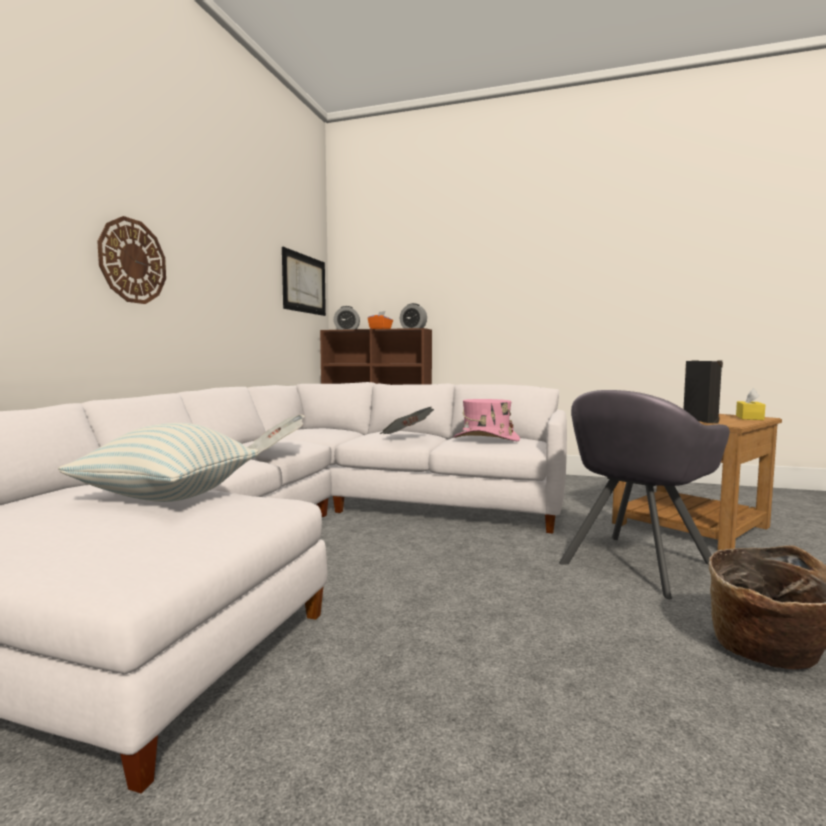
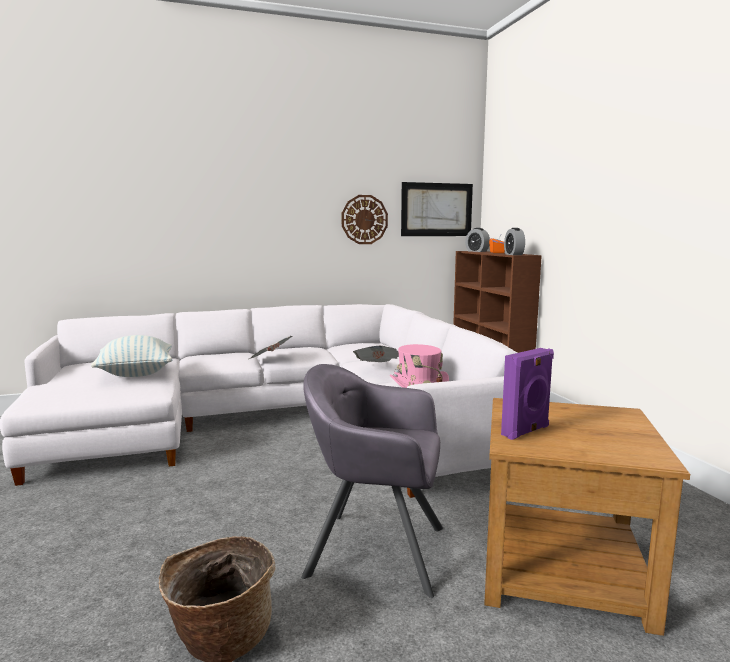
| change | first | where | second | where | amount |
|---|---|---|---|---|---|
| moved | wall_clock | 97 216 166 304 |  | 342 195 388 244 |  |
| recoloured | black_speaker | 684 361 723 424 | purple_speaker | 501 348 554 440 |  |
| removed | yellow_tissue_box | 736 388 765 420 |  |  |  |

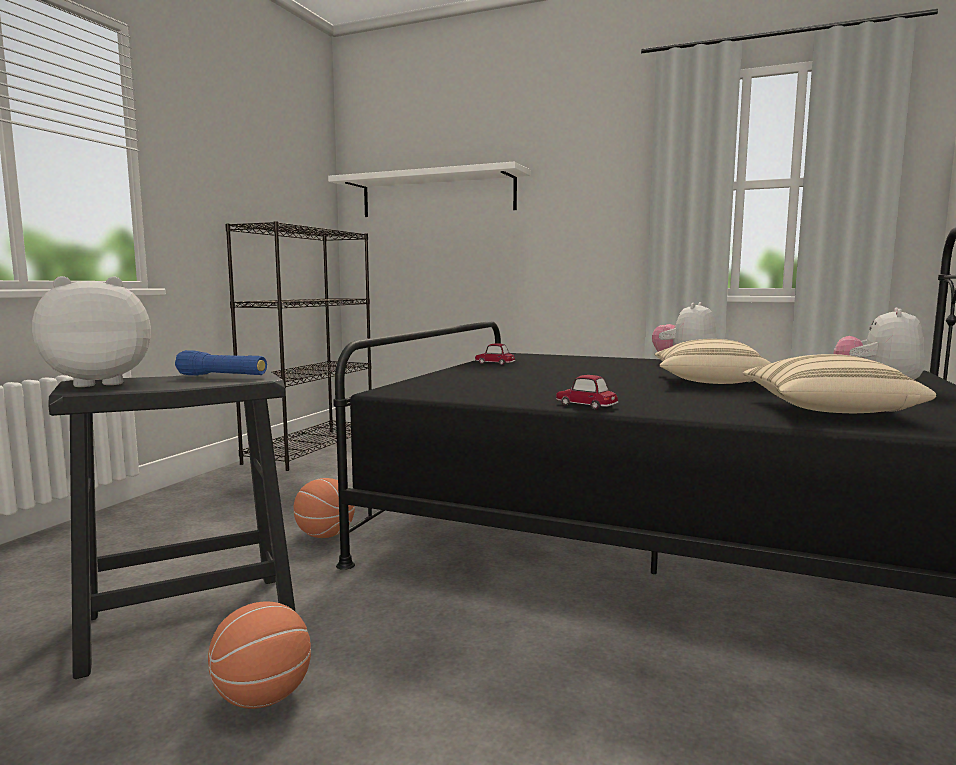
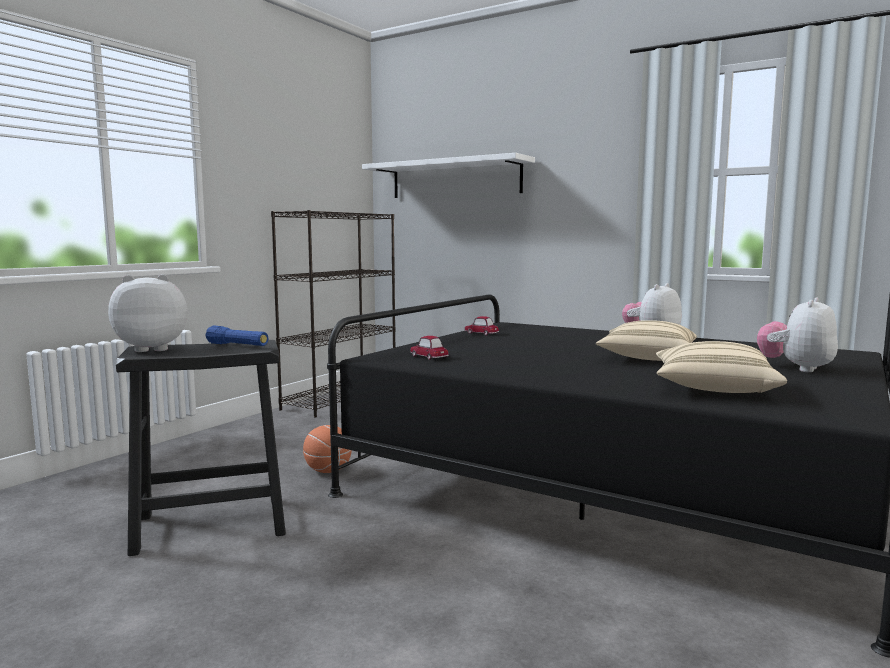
| change | first | where | second | where | amount |
|---|---|---|---|---|---|
| moved | toy_car | 556 375 618 410 |  | 410 336 449 360 |  |
| removed | basketball | 208 602 311 709 |  |  |  |

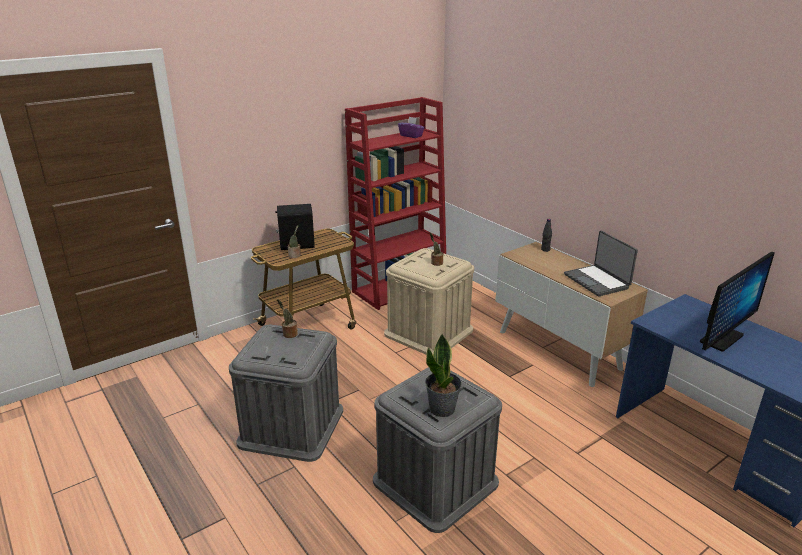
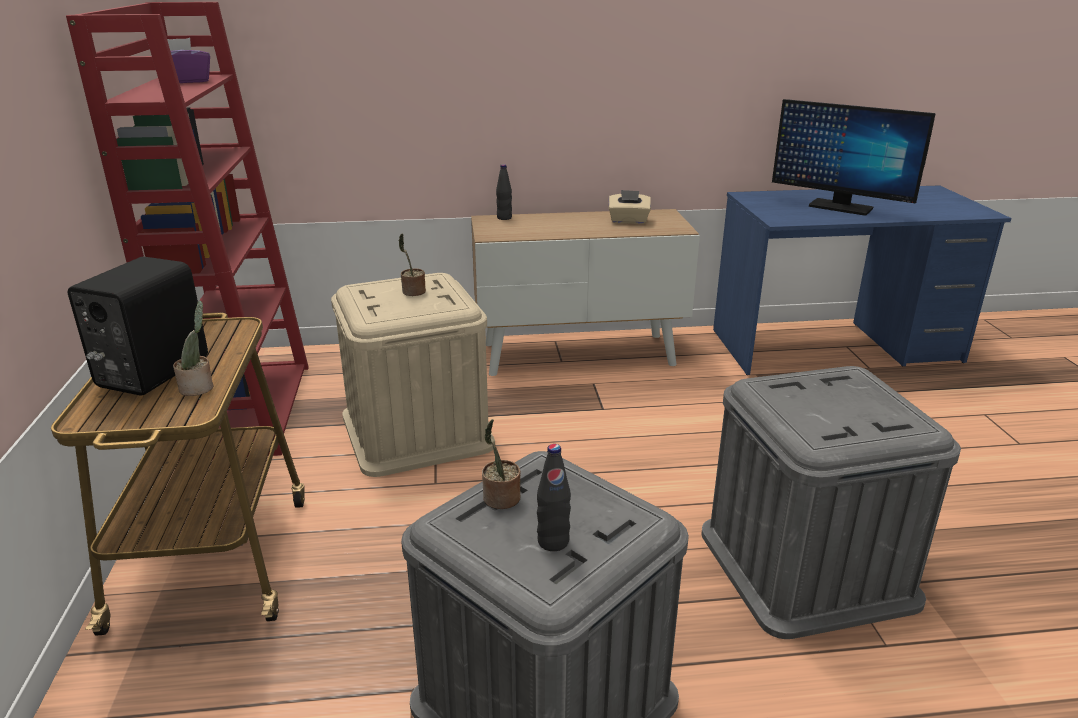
| change | first | where | second | where | amount |
|---|---|---|---|---|---|
| replaced | laptop | 564 231 638 296 | beige_tissue_box | 609 190 651 224 |  |
| turned | monitor | 700 252 775 352 |  | 772 99 936 216 | 135 degrees clockwise |
| removed | potted_plant | 425 333 462 417 |  |  |  |
| added |  |  | black_bottle | 537 444 571 551 |  |

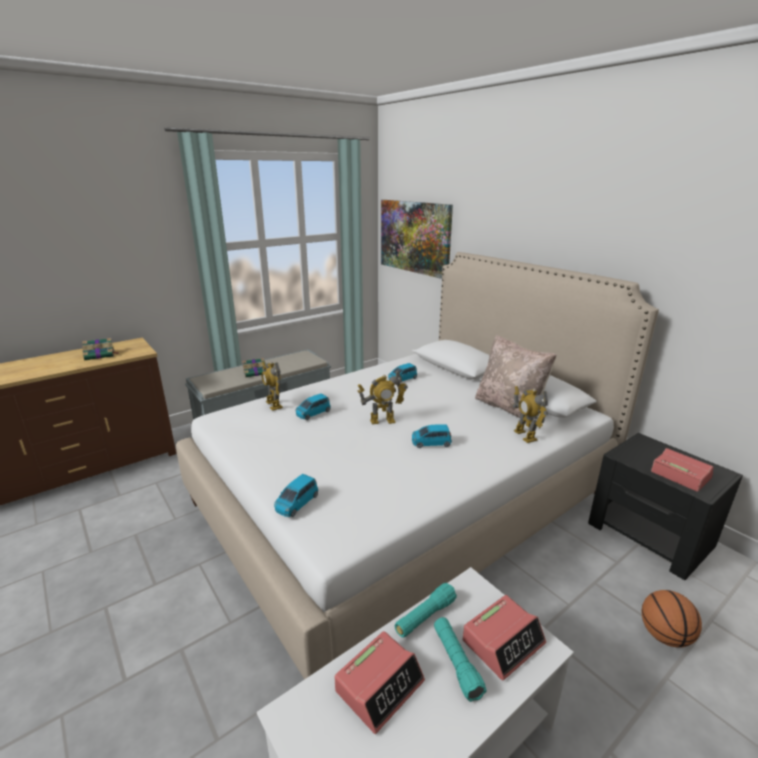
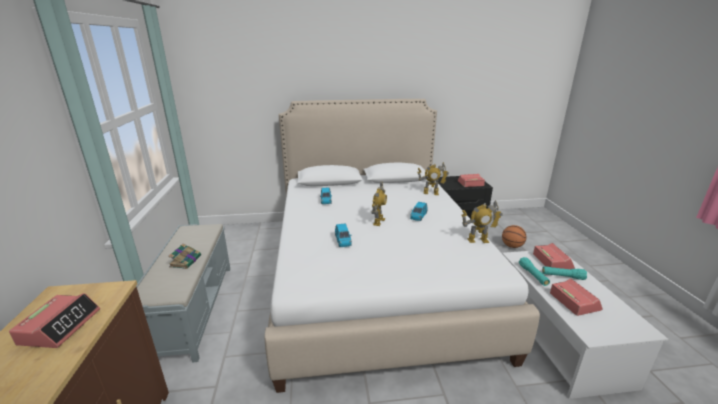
| change | first | where | second | where | amount |
|---|---|---|---|---|---|
| removed | picture | 381 200 453 279 |  |  |  |
| removed | beige_pillow | 475 335 557 422 |  |  |  |
| replaced | book | 82 338 119 361 | alarm_clock | 9 293 100 348 |  |
| moved | toy_robot | 261 361 283 411 |  | 461 201 503 243 |  |
| removed | blue_toy_car | 274 474 318 517 |  |  |  |

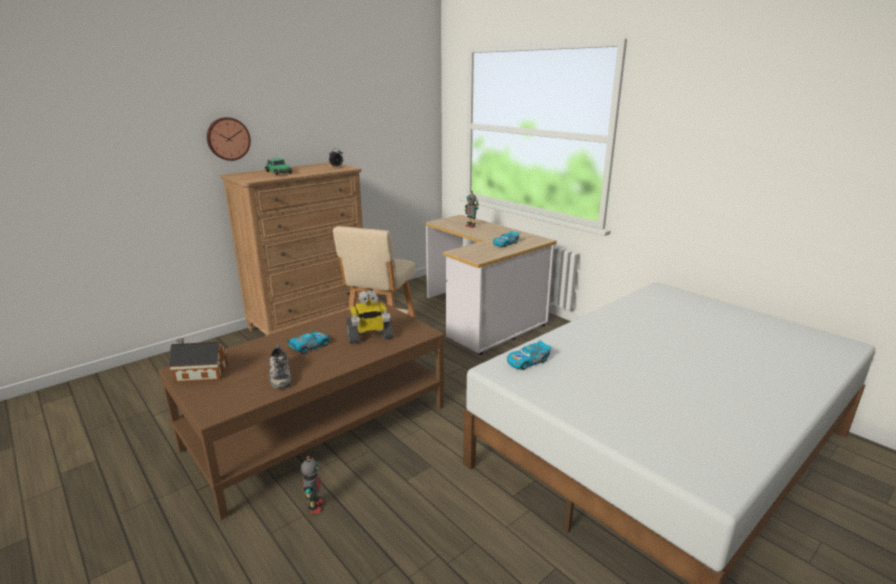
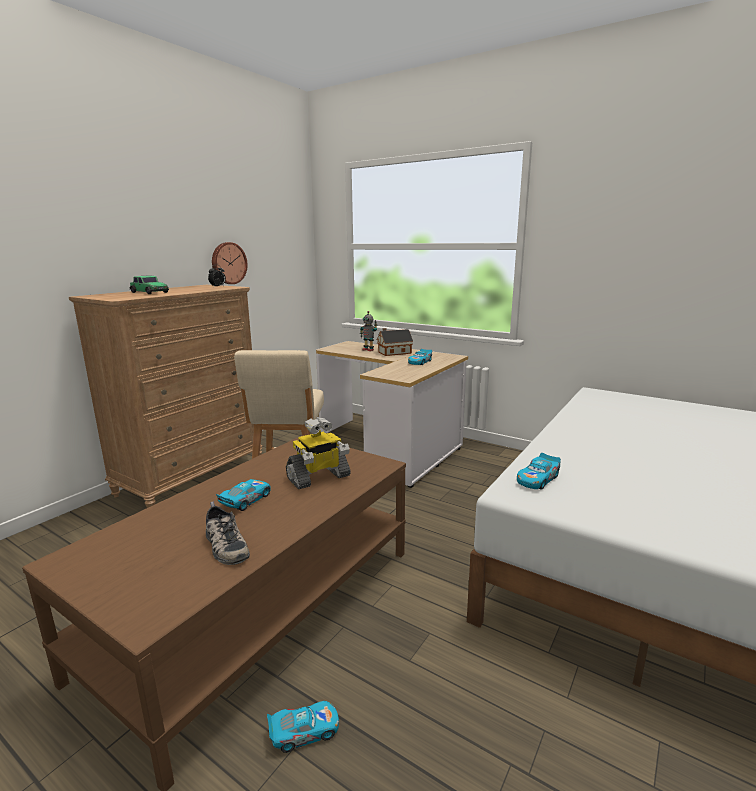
| change | first | where | second | where | amount |
|---|---|---|---|---|---|
| moved | wall_clock | 207 117 251 161 |  | 212 242 248 284 |  |
| moved | toy_house | 168 338 228 382 |  | 377 328 413 356 |  |
| replaced | toy_robot | 301 456 323 513 | toy_car | 267 701 339 753 |  |

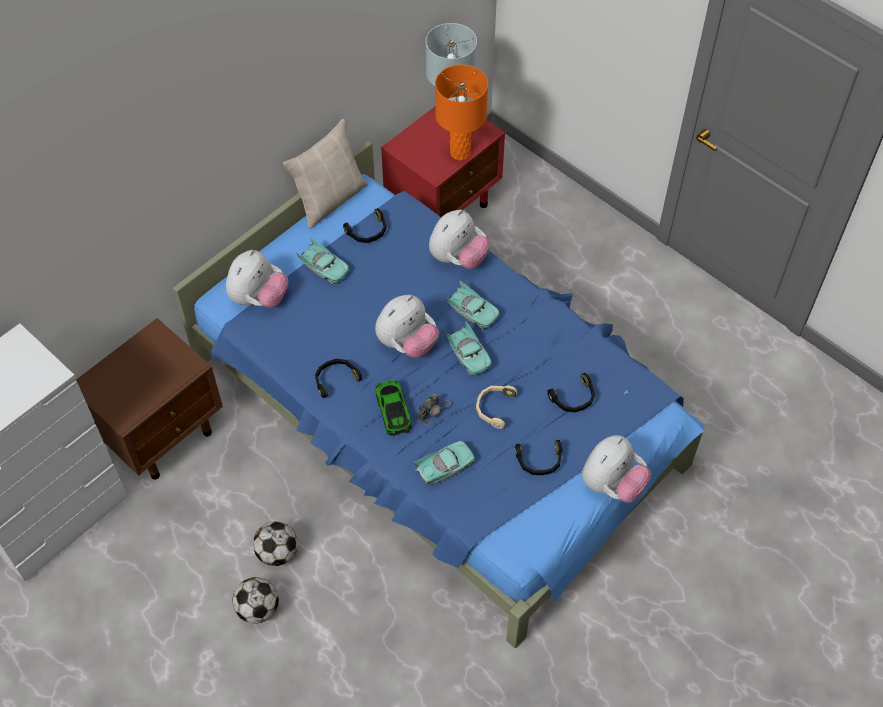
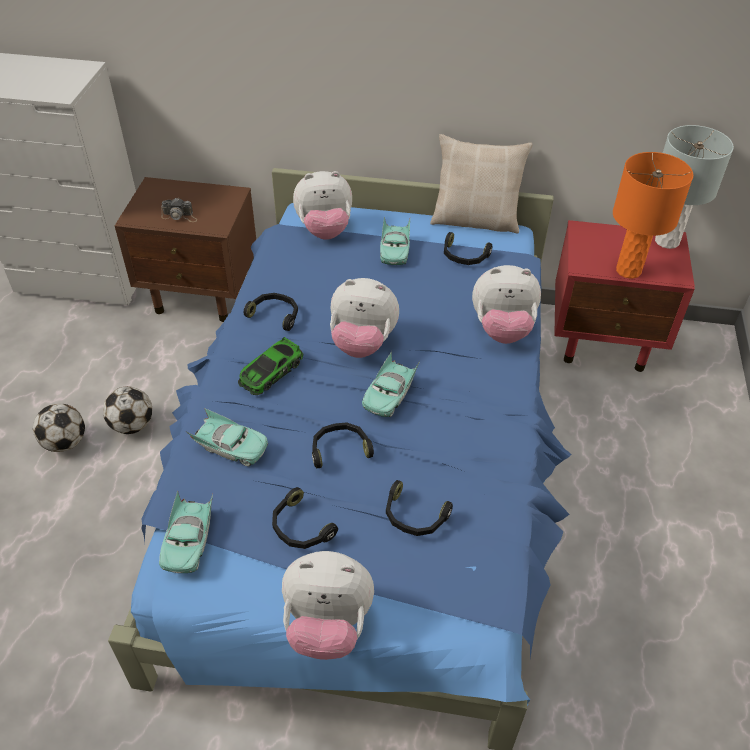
| change | first | where | second | where | amount |
|---|---|---|---|---|---|
| moved | turquoise_toy_car | 445 280 499 329 |  | 159 490 213 573 |  |
| recoloured | beige_headphones | 476 386 517 429 | black_headphones | 312 422 374 468 |  |
| moved | photo_camera | 417 393 451 425 |  | 161 198 197 222 |  |

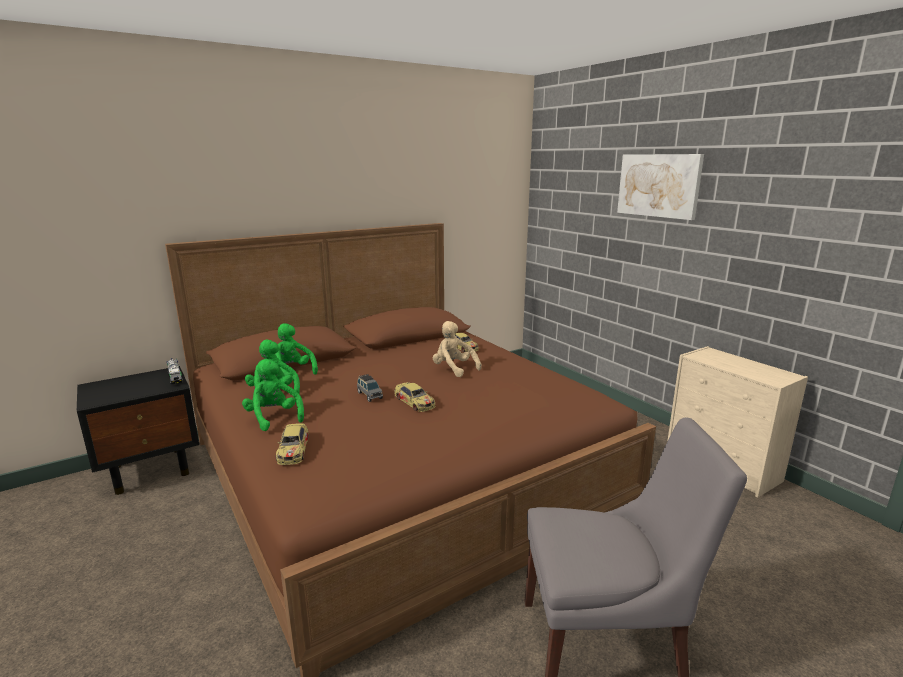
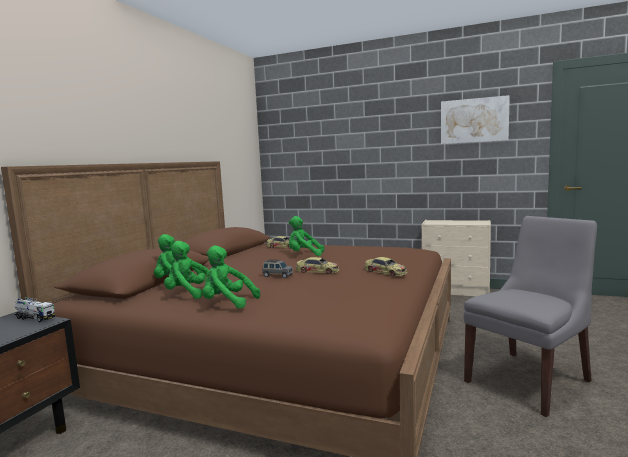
| change | first | where | second | where | amount |
|---|---|---|---|---|---|
| moved | picture | 617 154 704 220 |  | 441 95 510 144 |  |
| recoloured | beige_plush_toy | 433 321 482 377 | green_plush_toy | 288 216 324 256 |  |
| moved | toy_car | 276 423 309 465 |  | 364 257 407 276 |  |

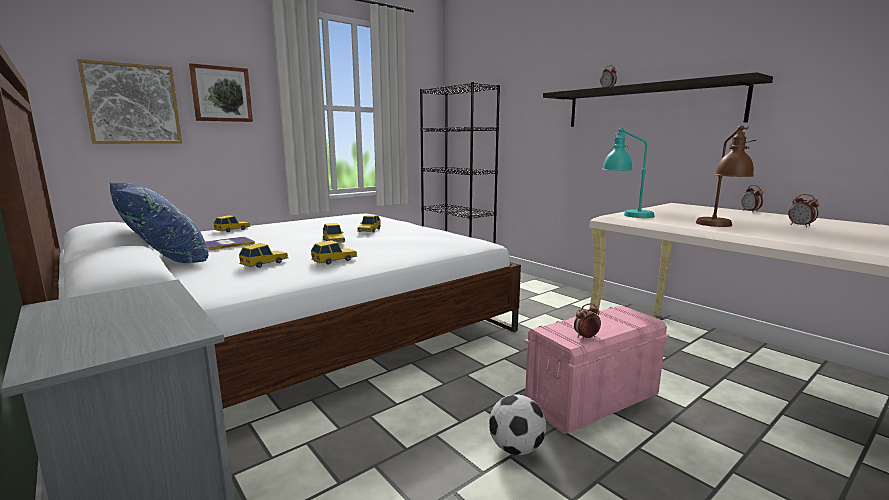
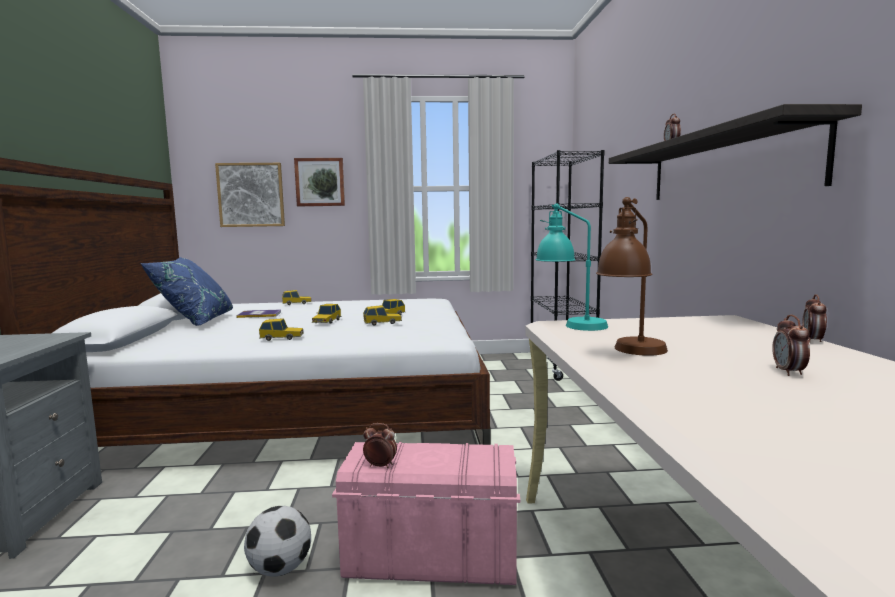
| change | first | where | second | where | amount |
|---|---|---|---|---|---|
| moved | toy_car | 239 243 288 268 |  | 363 305 402 325 |  |

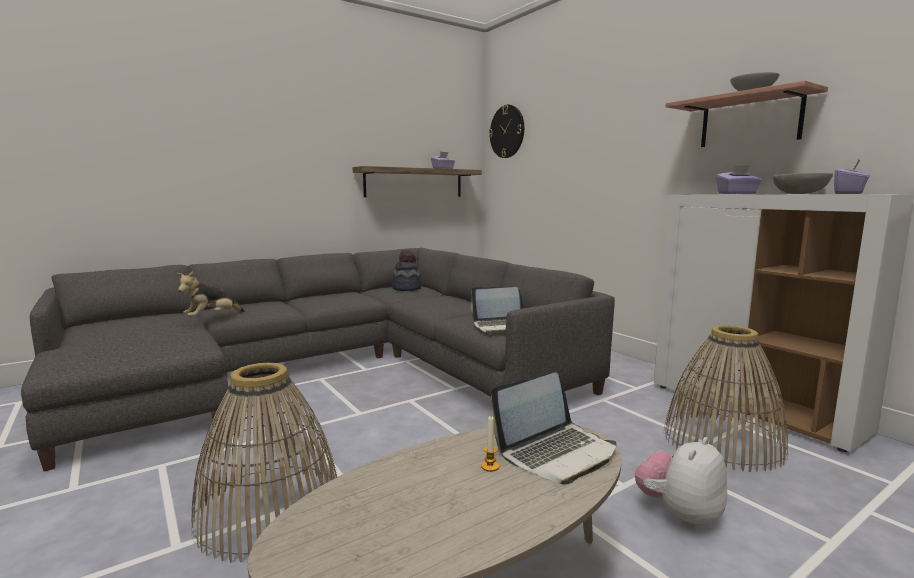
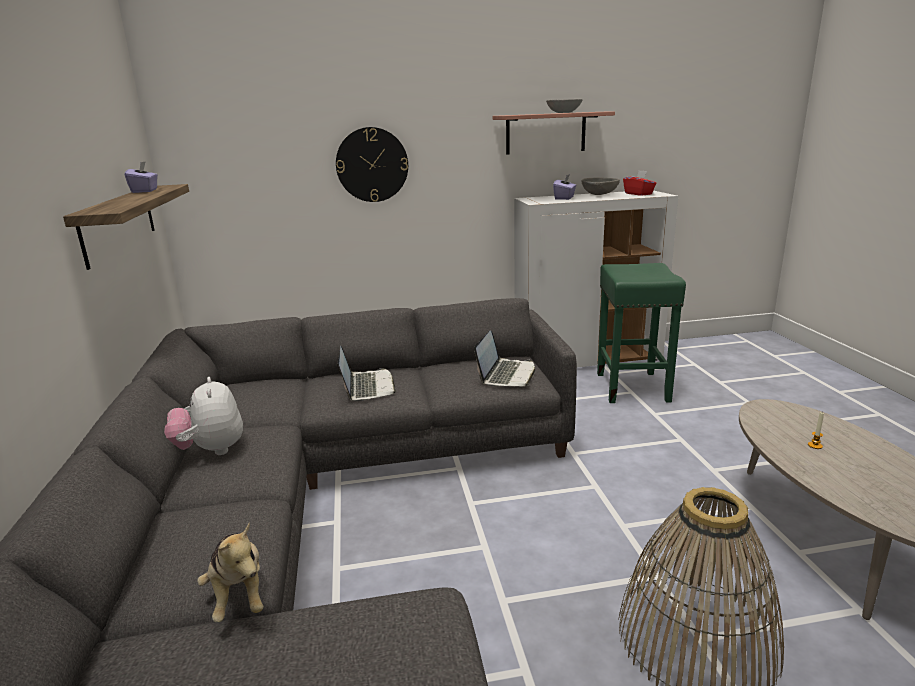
| change | first | where | second | where | amount |
|---|---|---|---|---|---|
| moved | wall_clock | 489 105 524 158 |  | 336 127 408 202 |  |
| recoloured | purple_tissue_box | 834 160 870 194 | red_tissue_box | 623 170 656 196 |  |
| removed | hat | 392 250 421 291 |  |  |  |
| replaced | basket | 664 325 788 472 | green_stool | 597 263 686 403 |  |
| moved | laptop | 491 372 617 485 |  | 338 345 396 401 |  |
| moved | plush_toy | 635 437 727 529 |  | 164 377 243 455 |  |

